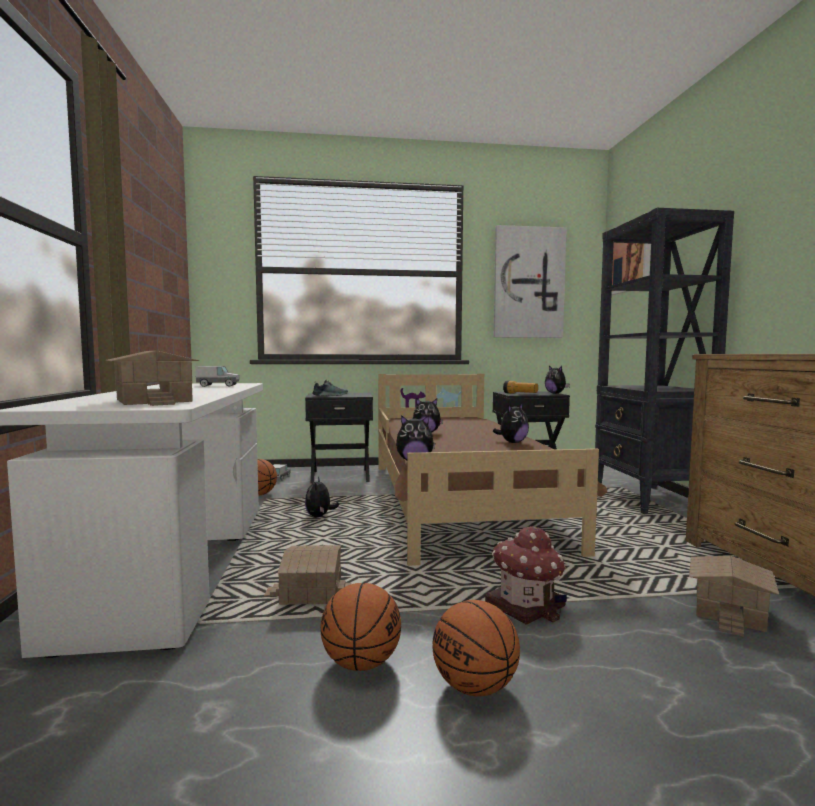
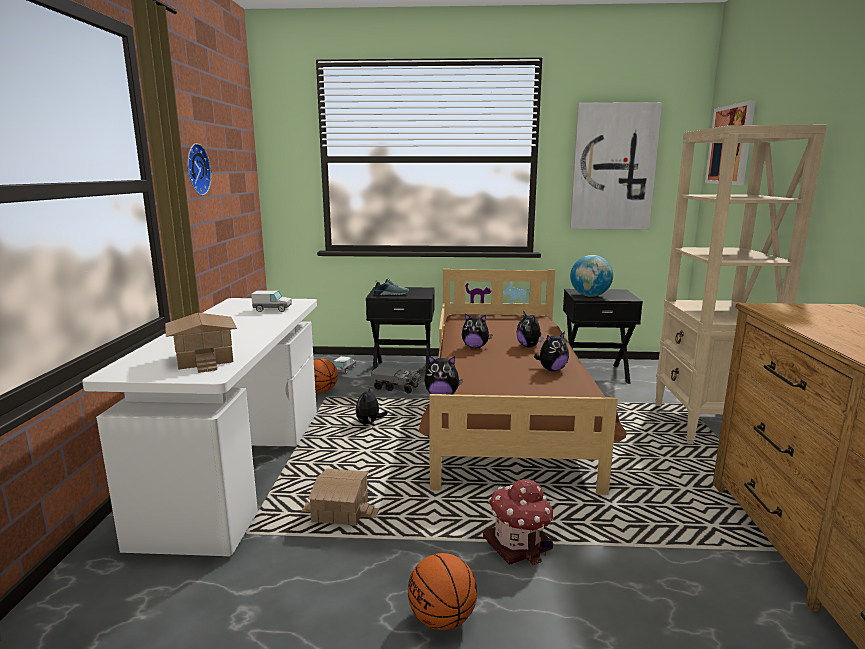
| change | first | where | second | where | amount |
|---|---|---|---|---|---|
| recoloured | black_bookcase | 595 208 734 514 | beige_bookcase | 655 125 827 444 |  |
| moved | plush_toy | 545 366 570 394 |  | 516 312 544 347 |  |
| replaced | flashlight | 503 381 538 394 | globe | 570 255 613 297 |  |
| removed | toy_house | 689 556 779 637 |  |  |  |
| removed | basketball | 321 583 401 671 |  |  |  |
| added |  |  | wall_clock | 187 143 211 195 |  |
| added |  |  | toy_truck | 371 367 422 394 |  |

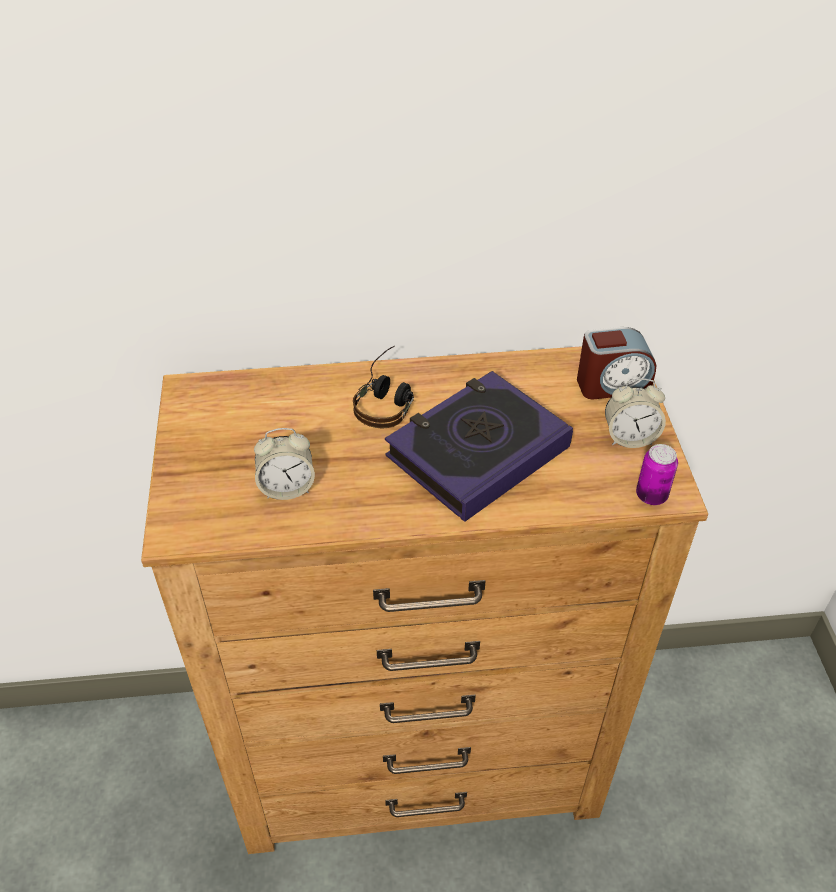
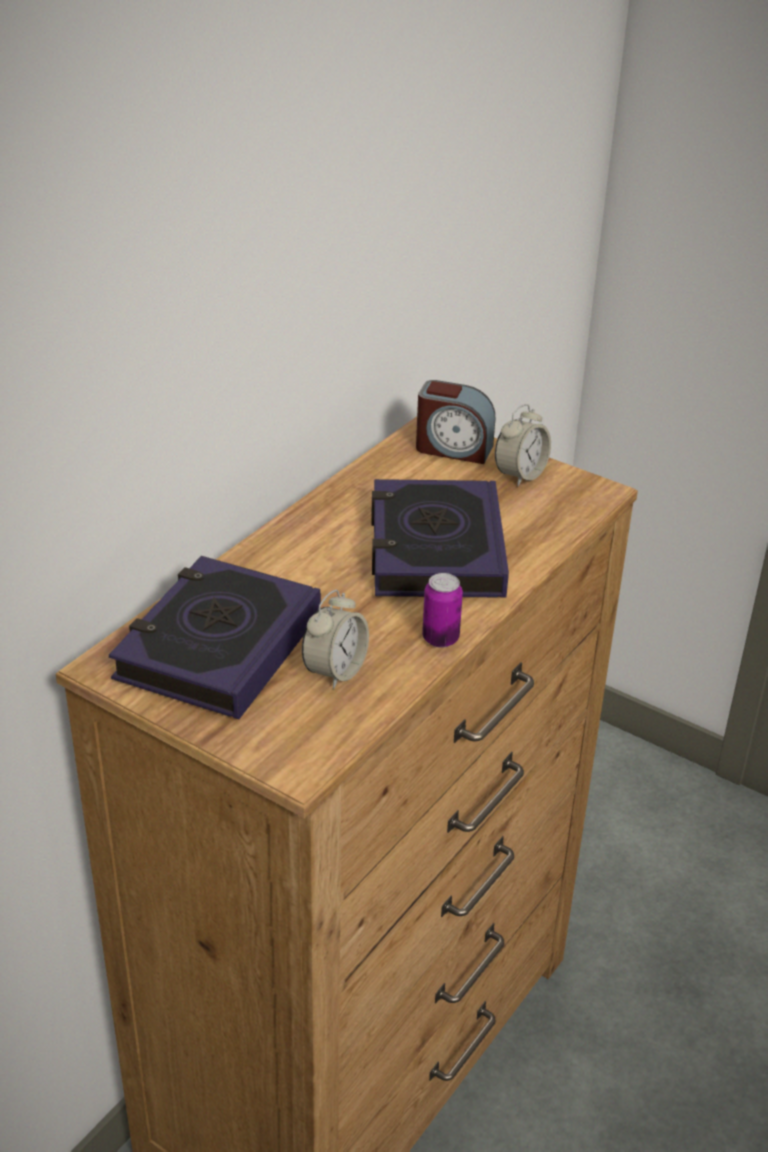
| change | first | where | second | where | amount |
|---|---|---|---|---|---|
| turned | alarm_clock | 577 327 656 399 |  | 416 380 496 464 | 75 degrees clockwise |
| removed | headphones | 353 346 414 429 |  |  |  |
| moved | can | 636 444 678 505 |  | 422 573 463 648 |  |
| added |  |  | book | 109 556 321 719 |  |

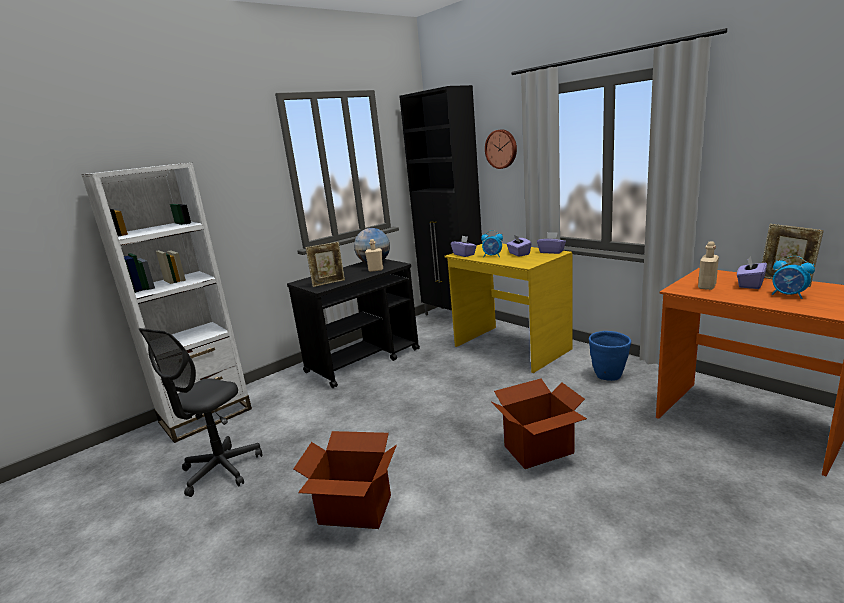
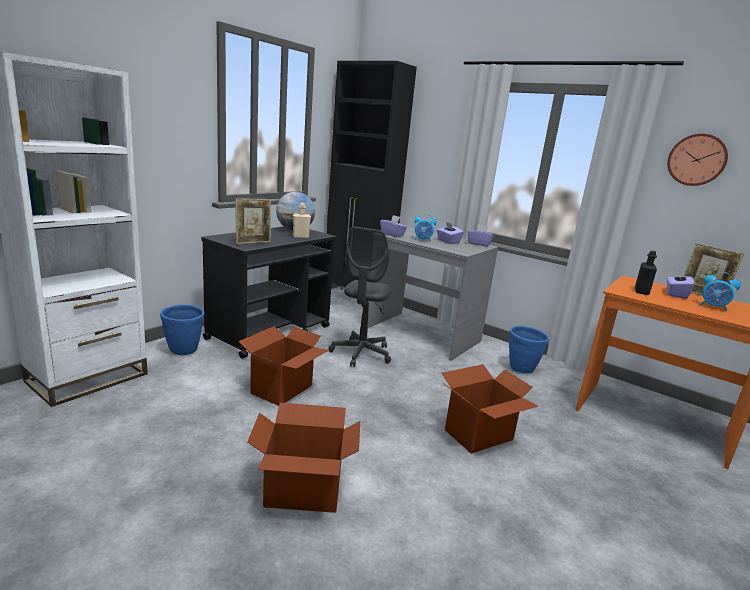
| change | first | where | second | where | amount |
|---|---|---|---|---|---|
| moved | wall_clock | 485 129 517 169 |  | 667 133 728 186 |  |
| recoloured | beige_bottle | 698 242 719 290 | black_bottle | 635 251 657 295 |  |
| recoloured | yellow_desk | 444 244 573 373 | grey_desk | 367 227 498 361 |  |
| moved | grey_office_chair | 139 328 262 497 |  | 329 226 391 367 |  |
| added |  |  | blue_planter | 160 304 205 355 |  |
| added |  |  | cardboard_box | 238 326 329 406 |  |

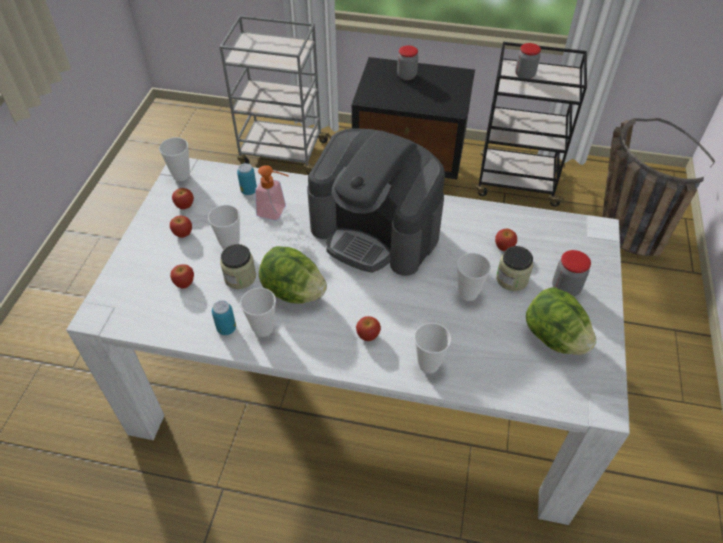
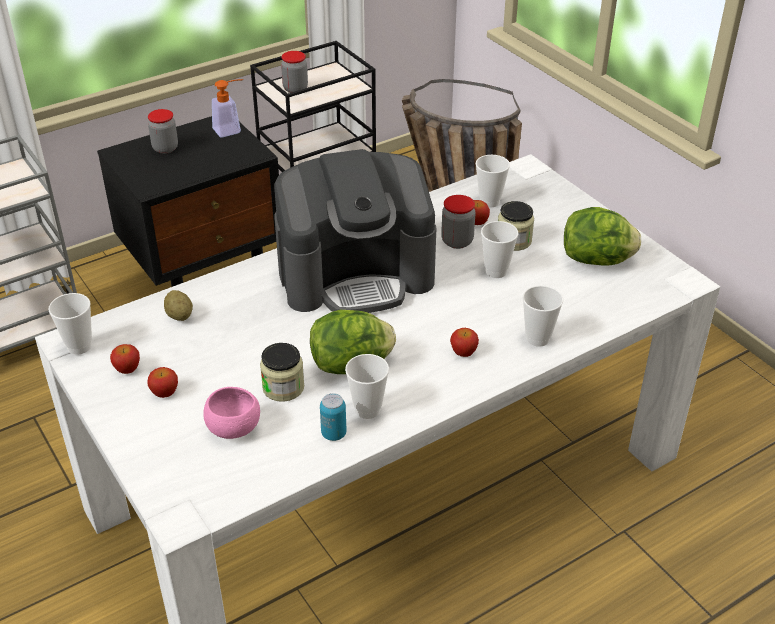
| change | first | where | second | where | amount |
|---|---|---|---|---|---|
| replaced | can | 237 163 257 195 | potato | 164 290 193 321 |  |
| moved | soap_dispenser | 255 165 289 221 |  | 212 79 243 137 |  |
| moved | cup | 208 205 240 250 |  | 476 155 510 208 |  |
| moved | jar | 552 250 591 296 |  | 441 195 476 249 |  |
| replaced | apple | 170 264 194 289 | pink_bowl | 203 387 260 439 |  |

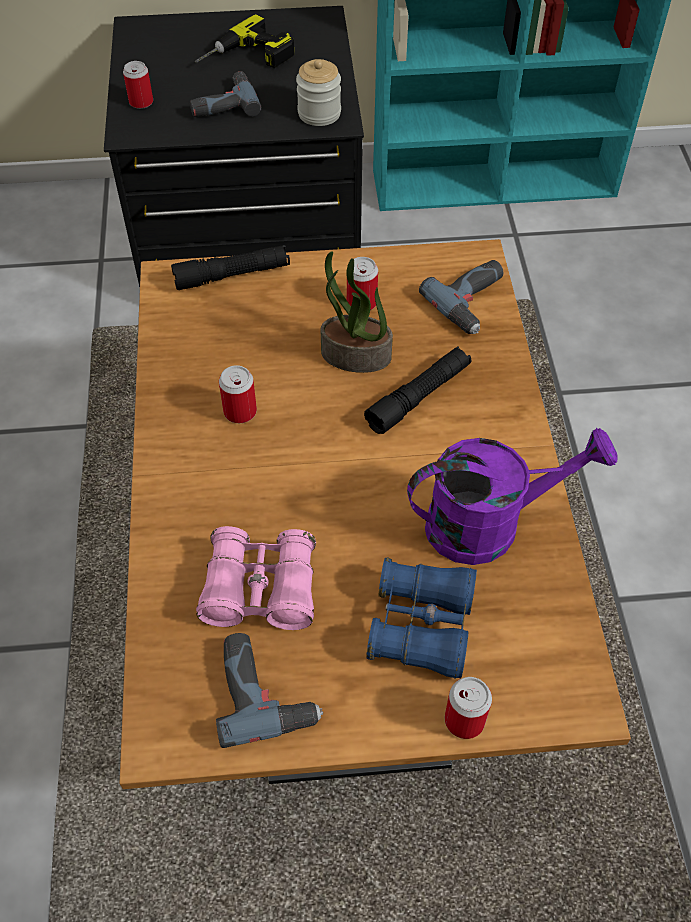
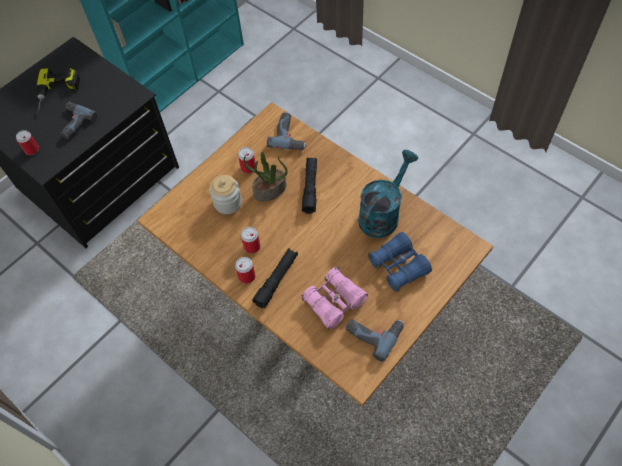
| change | first | where | second | where | amount |
|---|---|---|---|---|---|
| moved | jar | 296 59 341 126 |  | 209 175 242 214 |  |
| moved | black_flashlight | 171 245 290 290 |  | 252 248 298 308 |  |
| recoloured | purple_watering_can | 407 428 618 565 | turquoise_watering_can | 358 150 418 238 |  |
| moved | can | 445 677 492 739 |  | 235 257 255 284 |  |

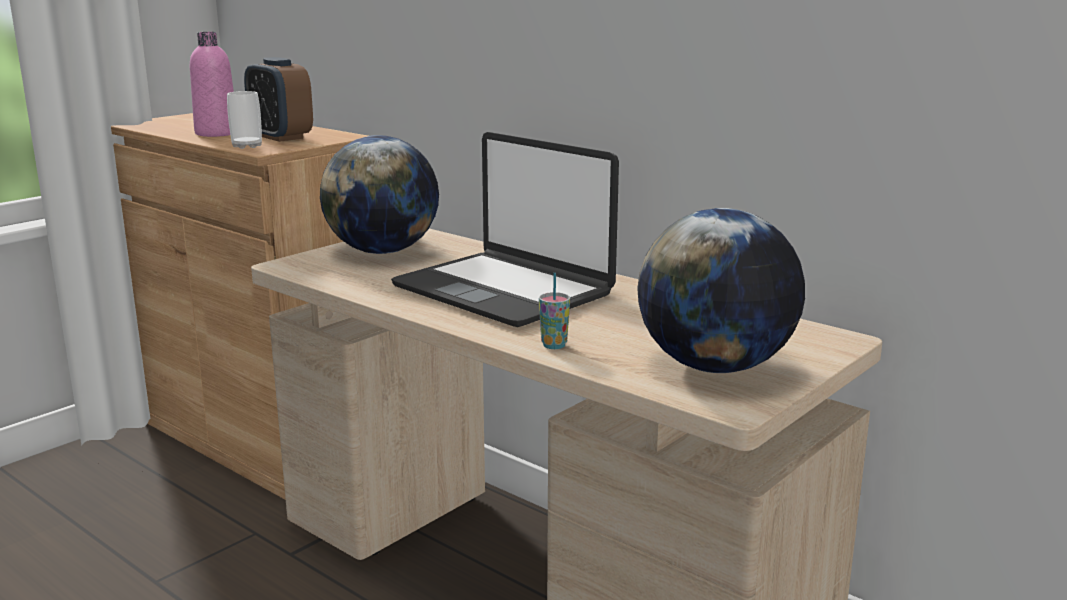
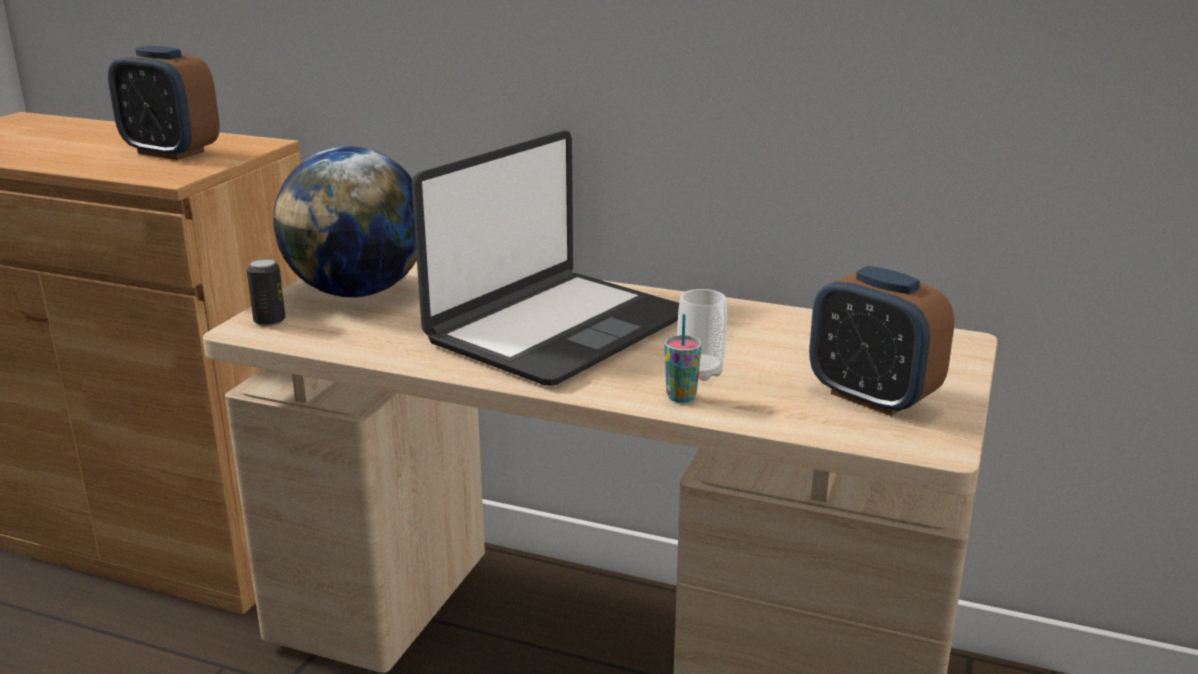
| change | first | where | second | where | amount |
|---|---|---|---|---|---|
| removed | pink_bottle | 190 32 234 137 |  |  |  |
| moved | cup | 227 91 262 149 |  | 677 289 727 381 |  |
| turned | laptop | 391 132 619 327 |  | 412 130 679 386 | 75 degrees counterclockwise |
| replaced | globe | 637 208 805 373 | alarm_clock | 809 266 954 416 |  |
| added |  |  | can | 246 258 285 326 |  |

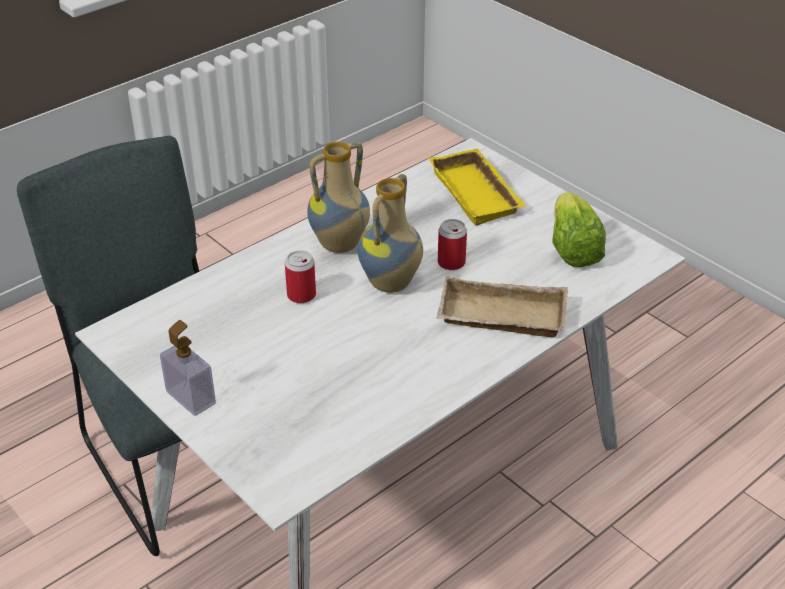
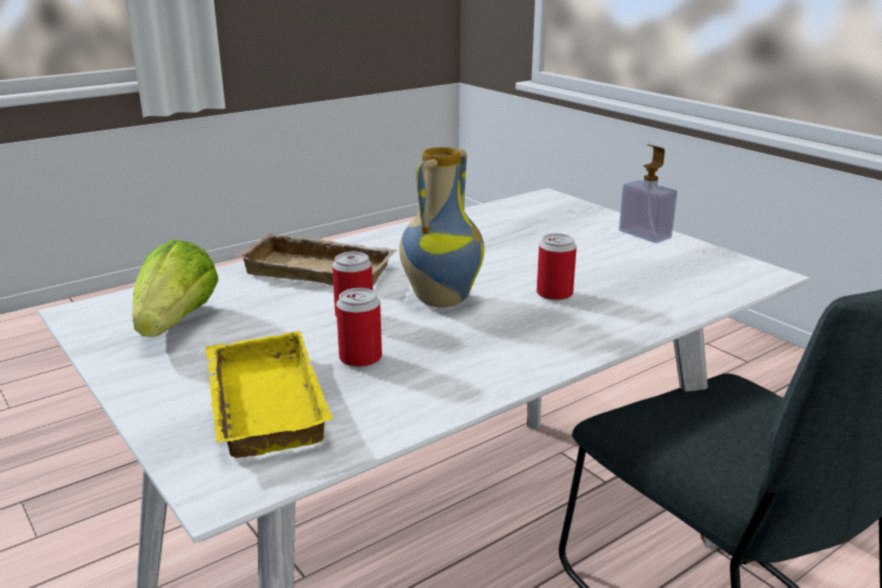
| change | first | where | second | where | amount |
|---|---|---|---|---|---|
| removed | vase | 307 142 370 253 |  |  |  |
| added |  |  | can | 336 288 382 367 |  |

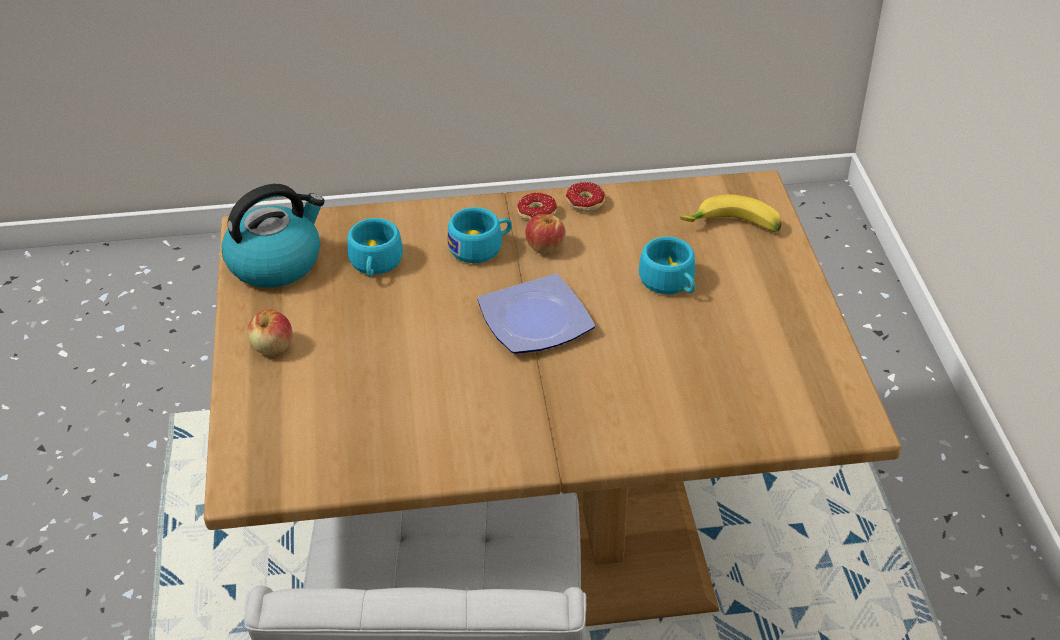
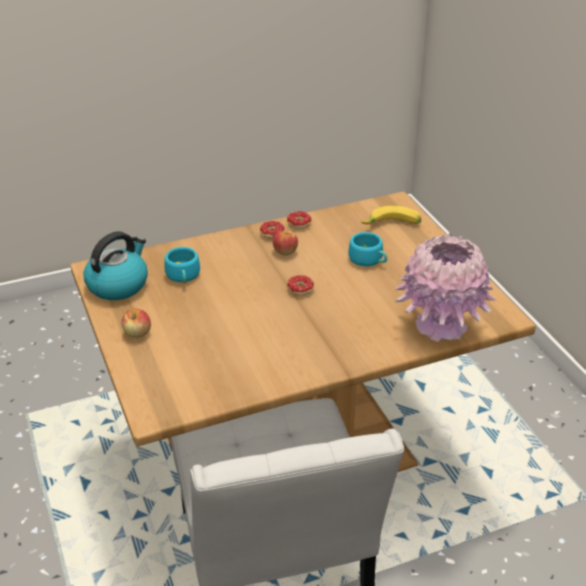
| change | first | where | second | where | amount |
|---|---|---|---|---|---|
| removed | turquoise_cup | 447 207 512 263 |  |  |  |
| replaced | plate | 477 273 595 354 | donut | 287 275 314 296 |  |
| added |  |  | pink_vase | 395 233 496 342 |  |

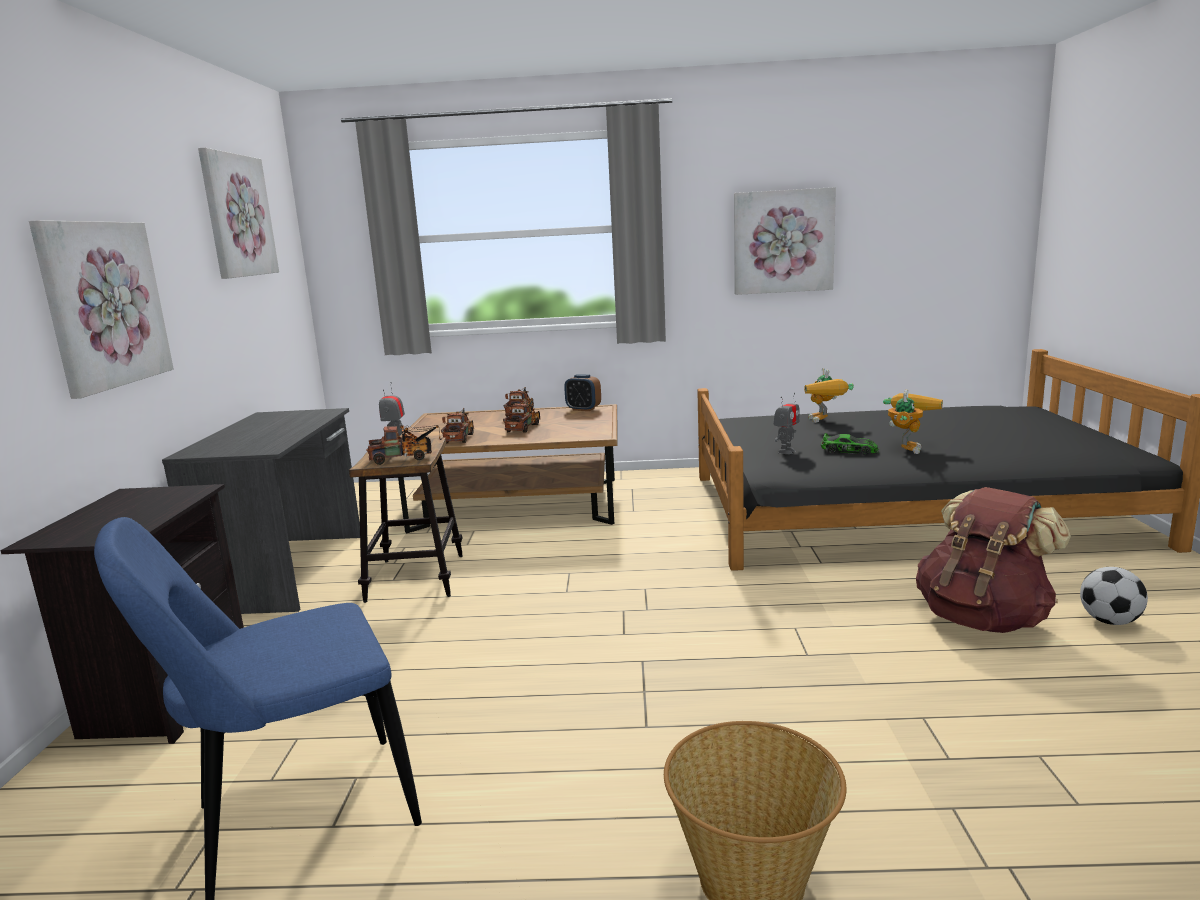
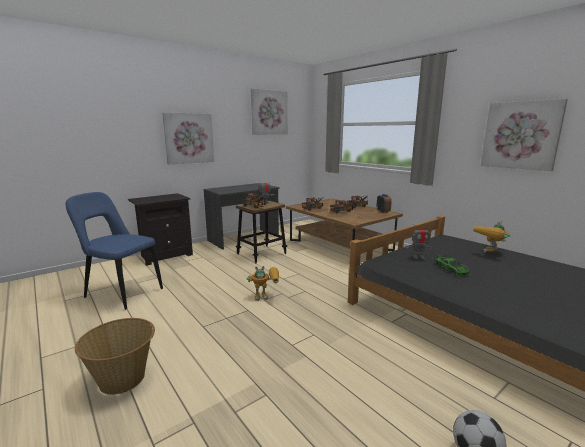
| change | first | where | second | where | amount |
|---|---|---|---|---|---|
| moved | toy_robot | 883 389 943 454 |  | 247 266 279 301 |  |
| removed | brown_backpack | 916 487 1071 633 |  |  |  |

